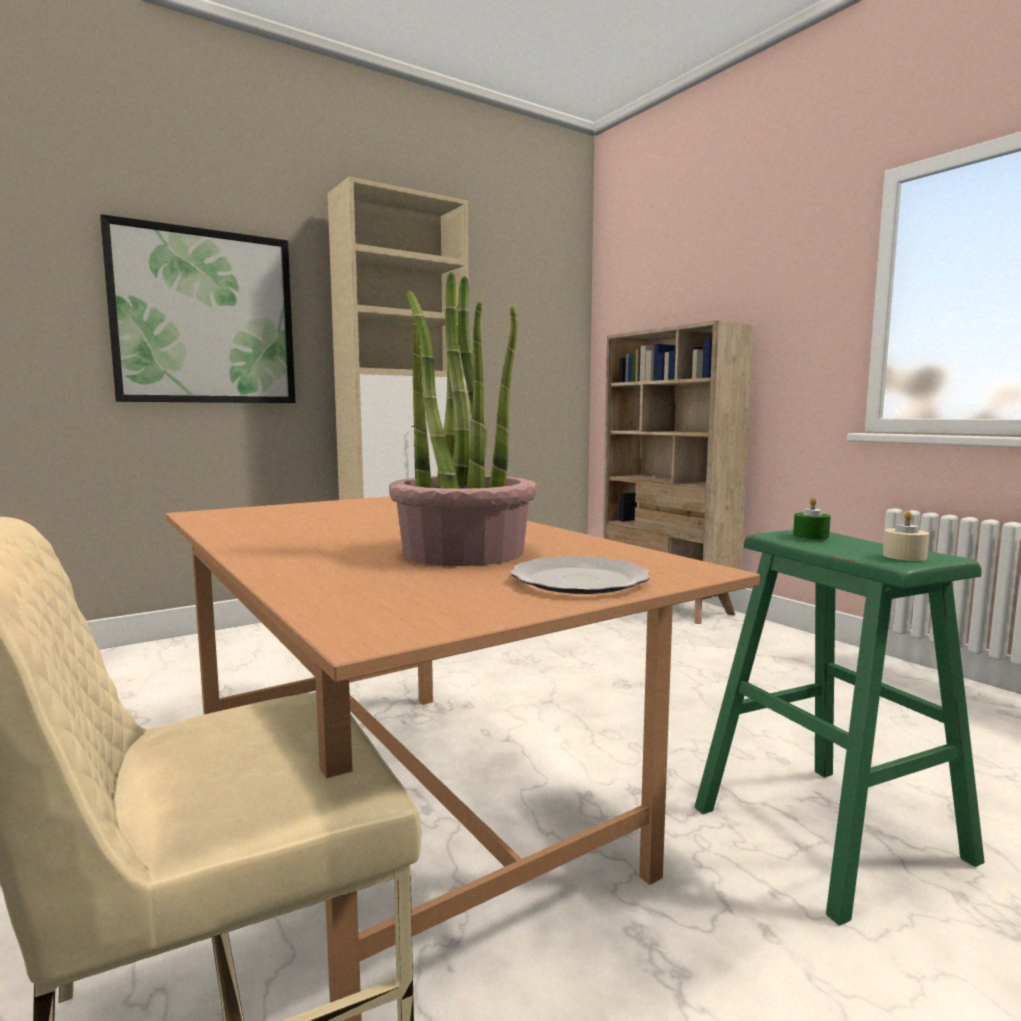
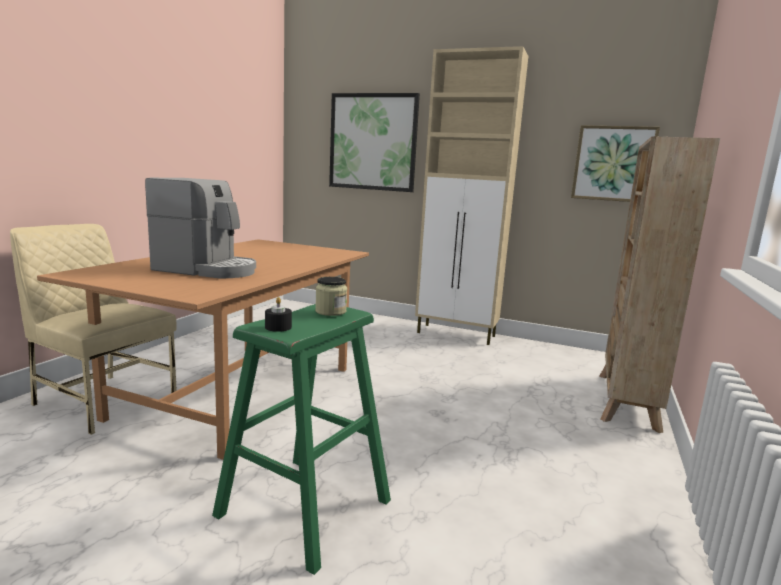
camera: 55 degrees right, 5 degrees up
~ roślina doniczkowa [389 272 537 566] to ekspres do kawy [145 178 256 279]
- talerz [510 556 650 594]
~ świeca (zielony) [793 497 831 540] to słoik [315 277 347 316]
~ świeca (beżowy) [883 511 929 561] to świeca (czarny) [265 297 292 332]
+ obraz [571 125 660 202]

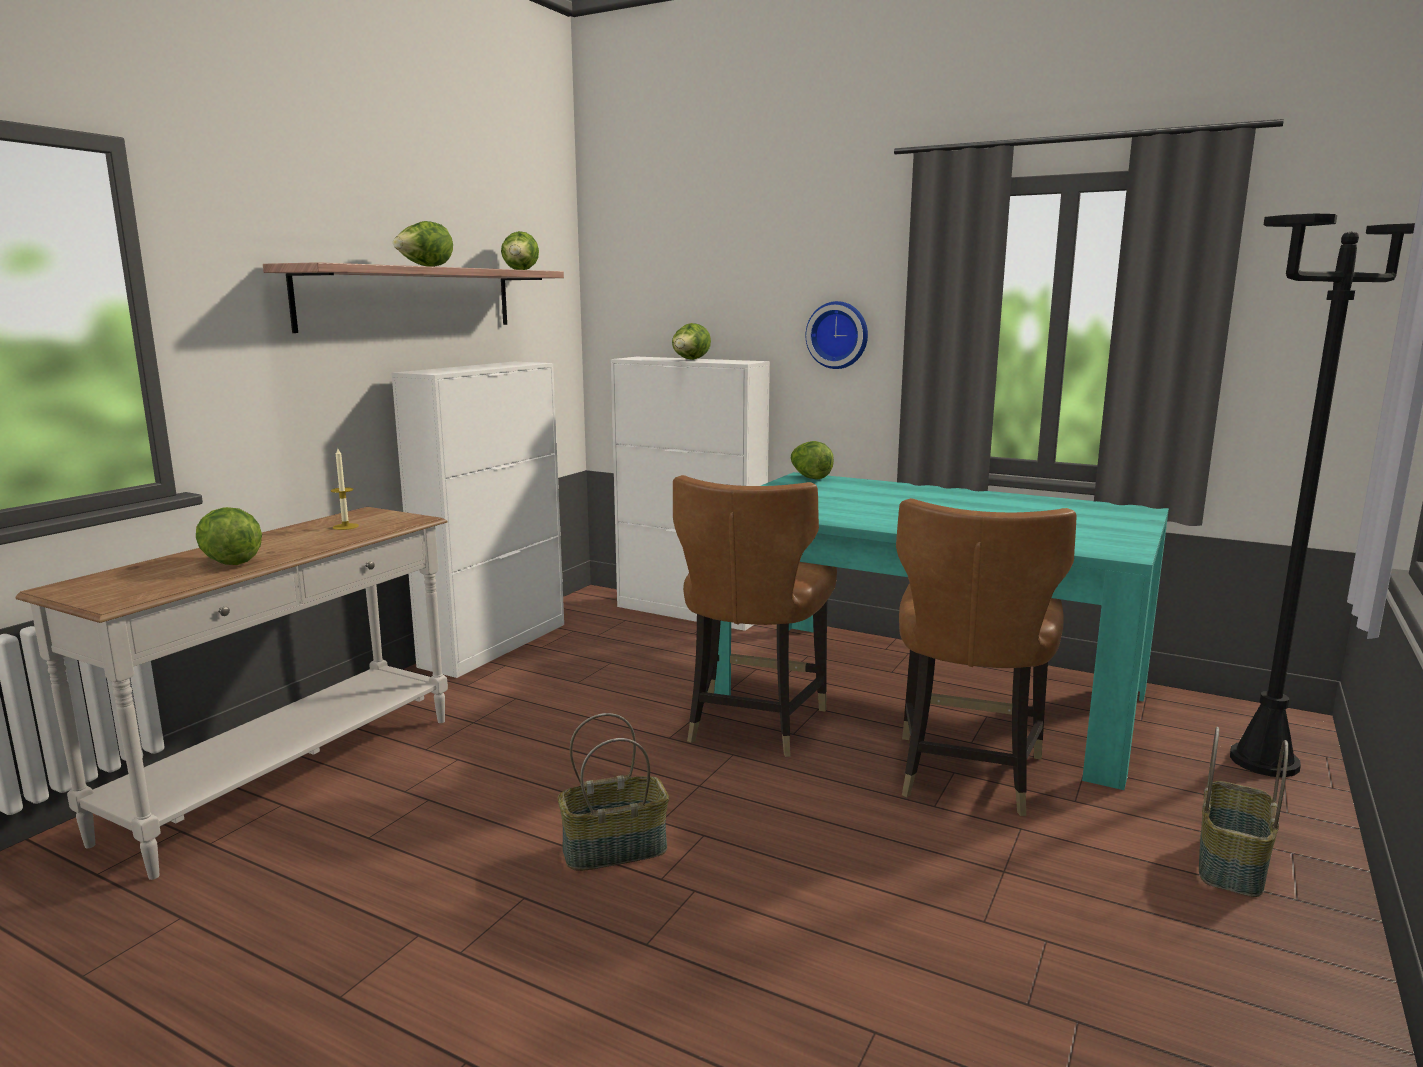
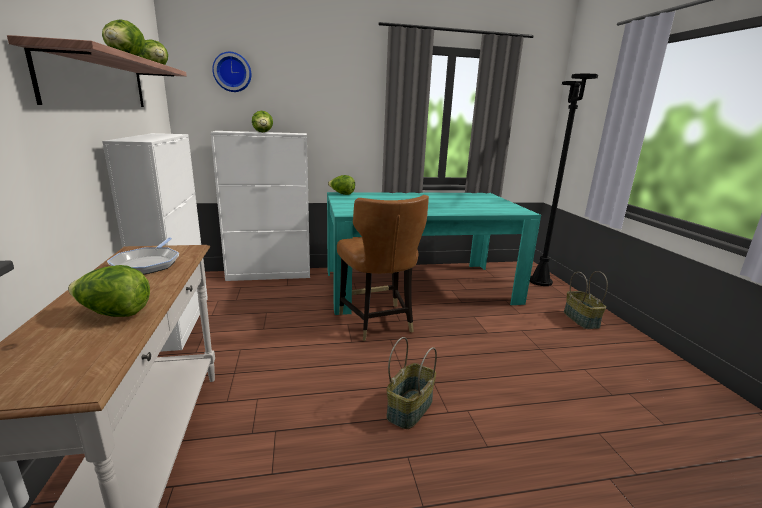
camera: 40 degrees left, 5 degrees up
~ świeca [331 449 359 530] to patelnia [107 237 179 274]
~ zegar ścienny [805 301 868 369] to [212 52 251 92]
- krzesło (brązowy) [896 498 1077 816]

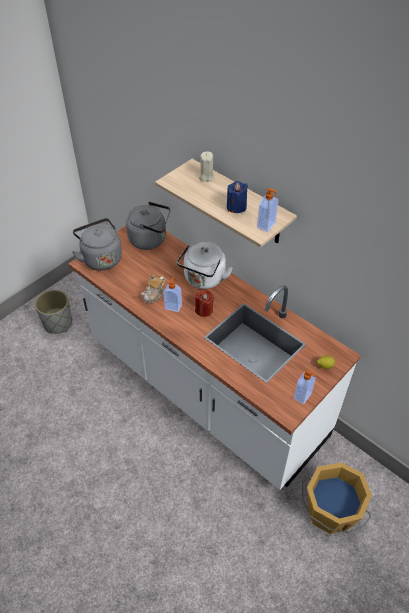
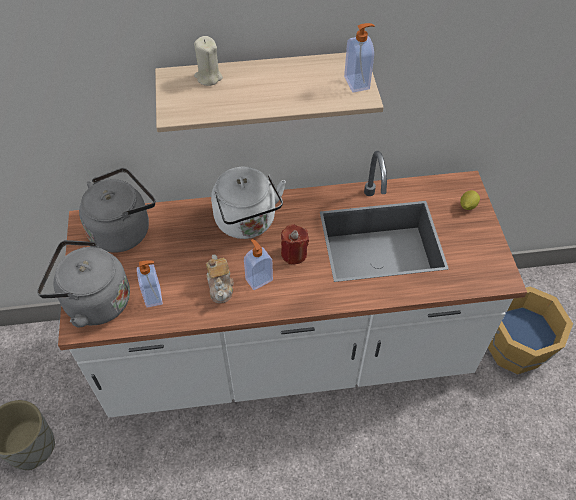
camera: 50 degrees left, 5 degrees up
- świeca (niebieski) [227 181 248 213]
~ dozownik mydła [294 370 316 405] to [137 260 163 308]

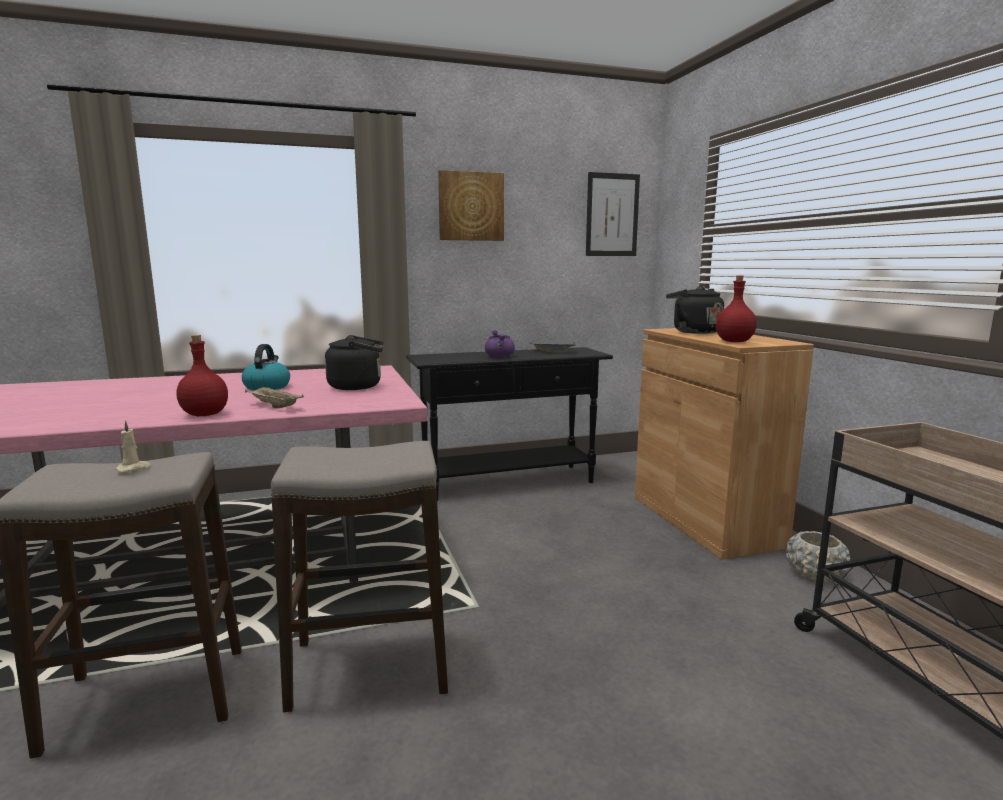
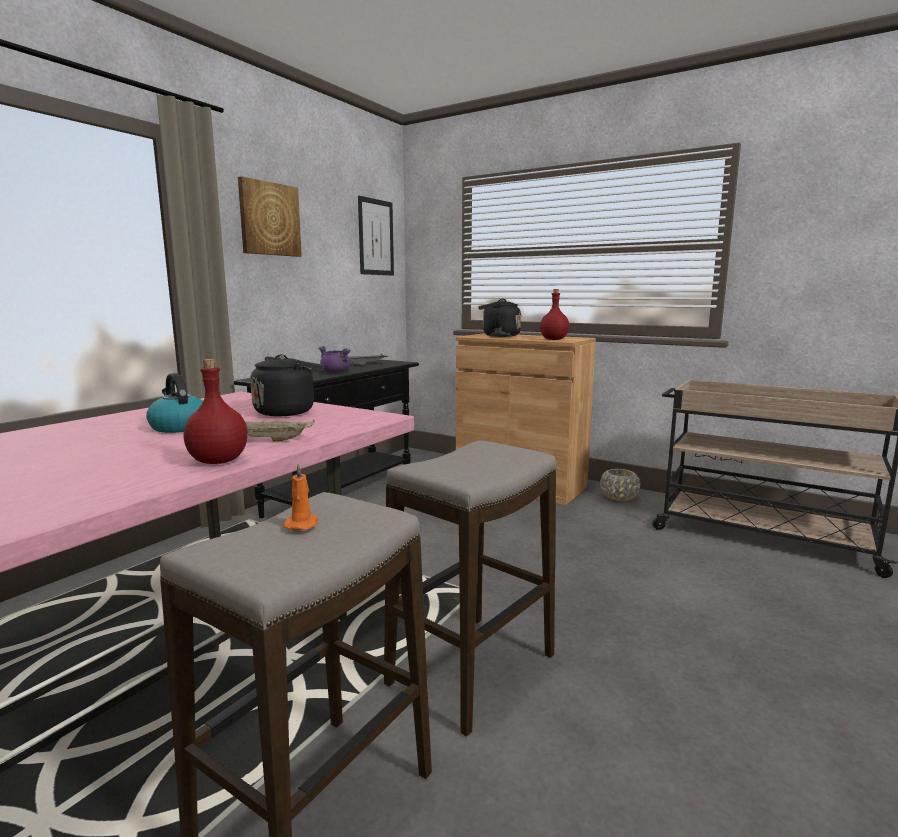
camera: 40 degrees left, 0 degrees up
~ świeca (beżowy) [115 420 151 472] to świeca (pomarańczowy) [283 463 319 530]

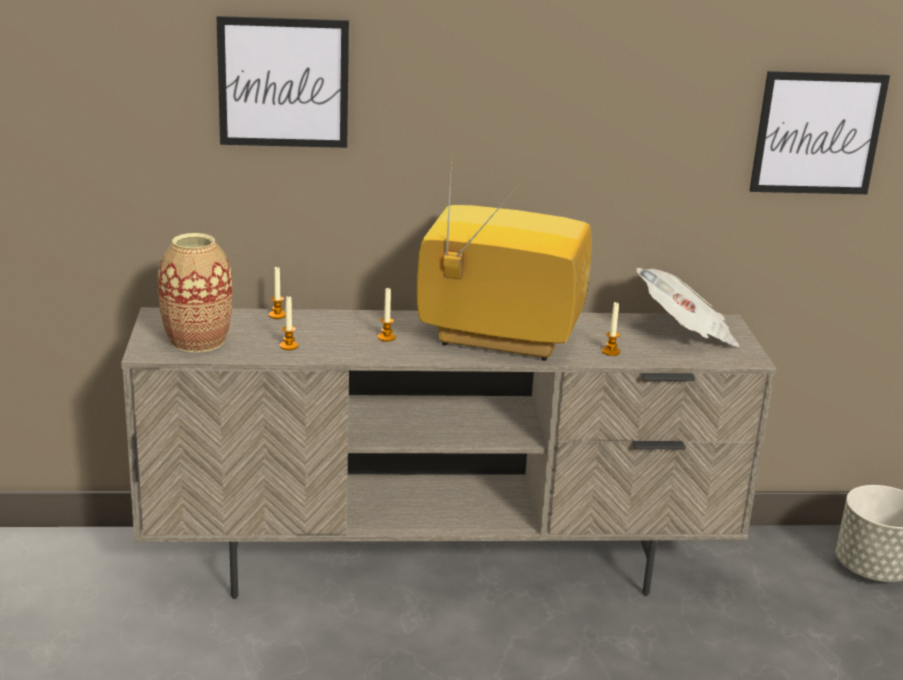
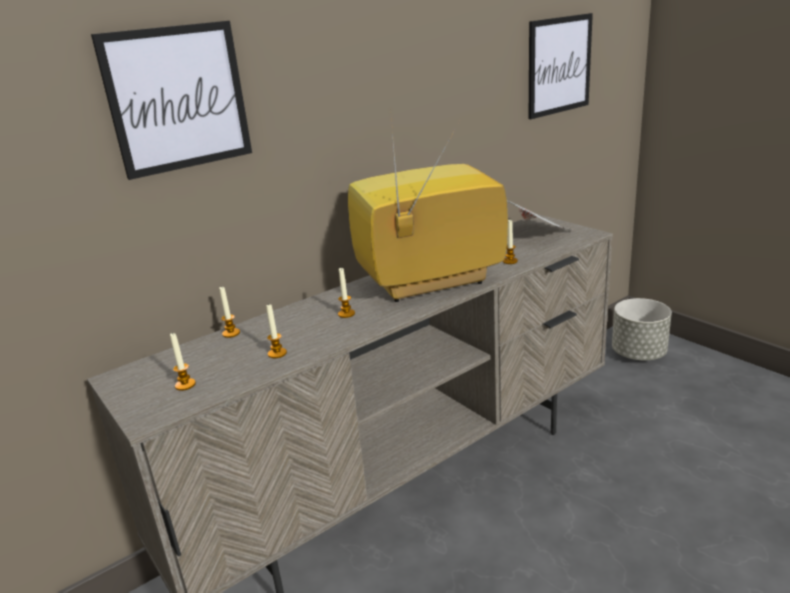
camera: 30 degrees left, 0 degrees up
~ wazon [157 233 232 353] to świeca [170 332 196 391]

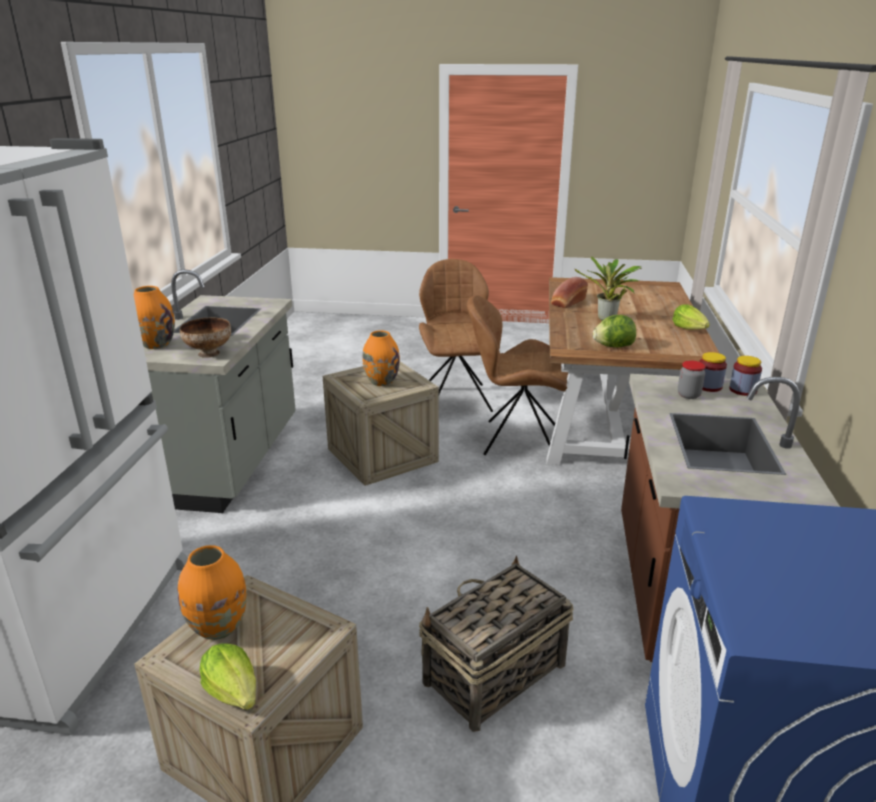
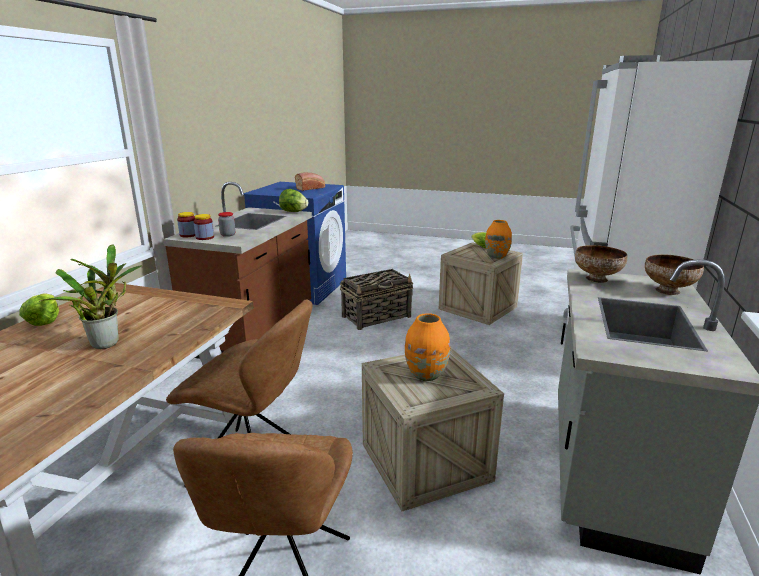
camera: 170 degrees left, 5 degrees down
~ wazon (pomarańczowy) [134 286 175 349] to miska [645 254 704 295]
~ chleb [551 277 588 308] to [295 172 325 191]
~ sałata [593 315 636 347] to [279 189 308 212]

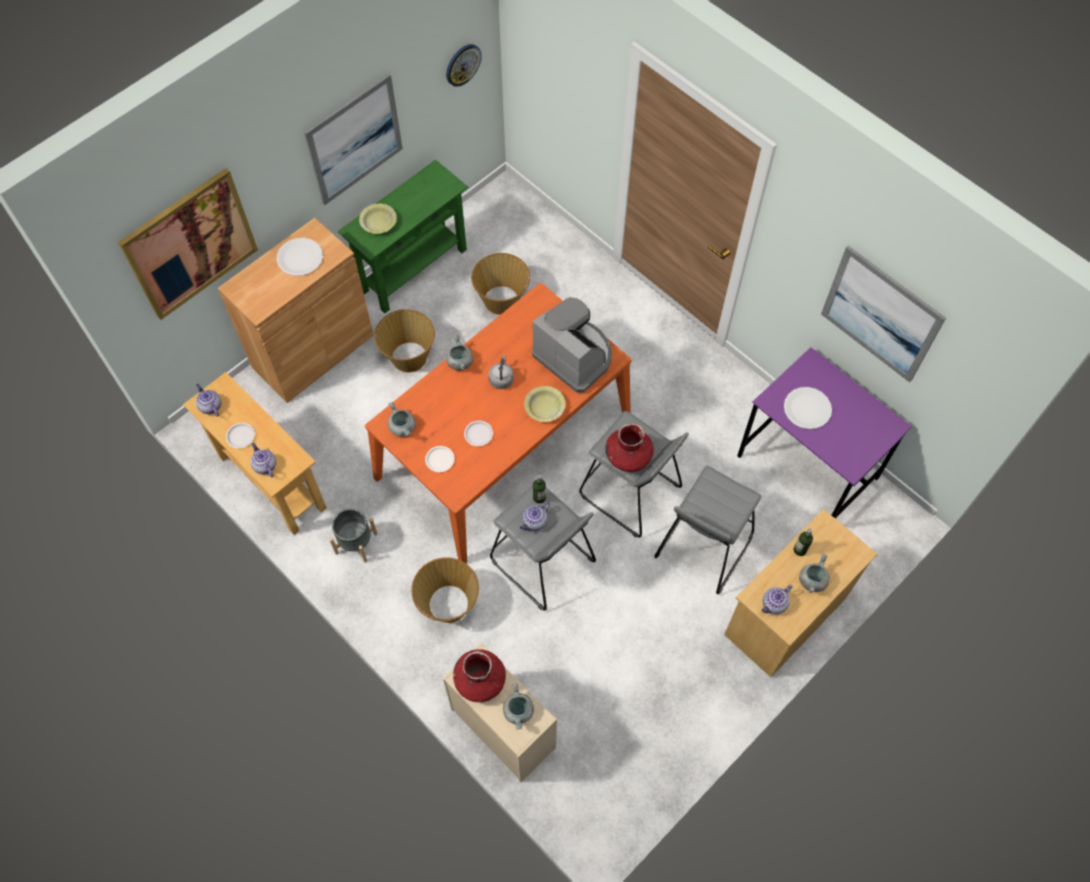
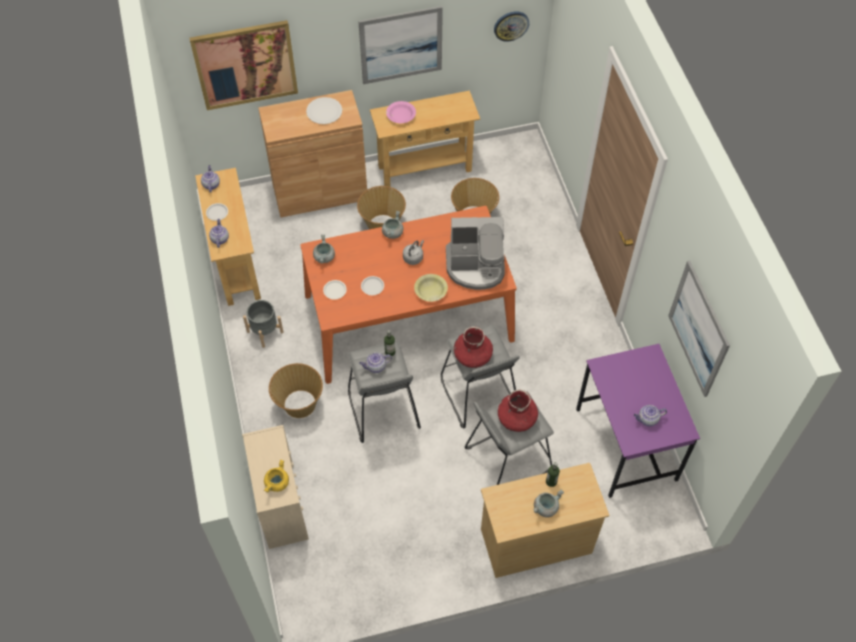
camera: 30 degrees right, 5 degrees down
~ stolik konsolowy (zielony) [338 159 468 313] to stolik konsolowy (beżowy) [370 91 480 188]
~ miska (żółty) [359 203 397 234] to miska (różowy) [386 101 416 123]
~ wazon (czerwony) [453 649 506 702] to [498 389 538 432]
~ garnek (szary) [503 683 534 729] to garnek (żółty) [264 460 289 492]
~ ekspres do kawy [532 297 612 392] = [446 217 505 290] 105 degrees clockwise
~ imbryk [762 585 792 614] to [634 405 667 427]
- talerz (biały) [784 387 832 429]

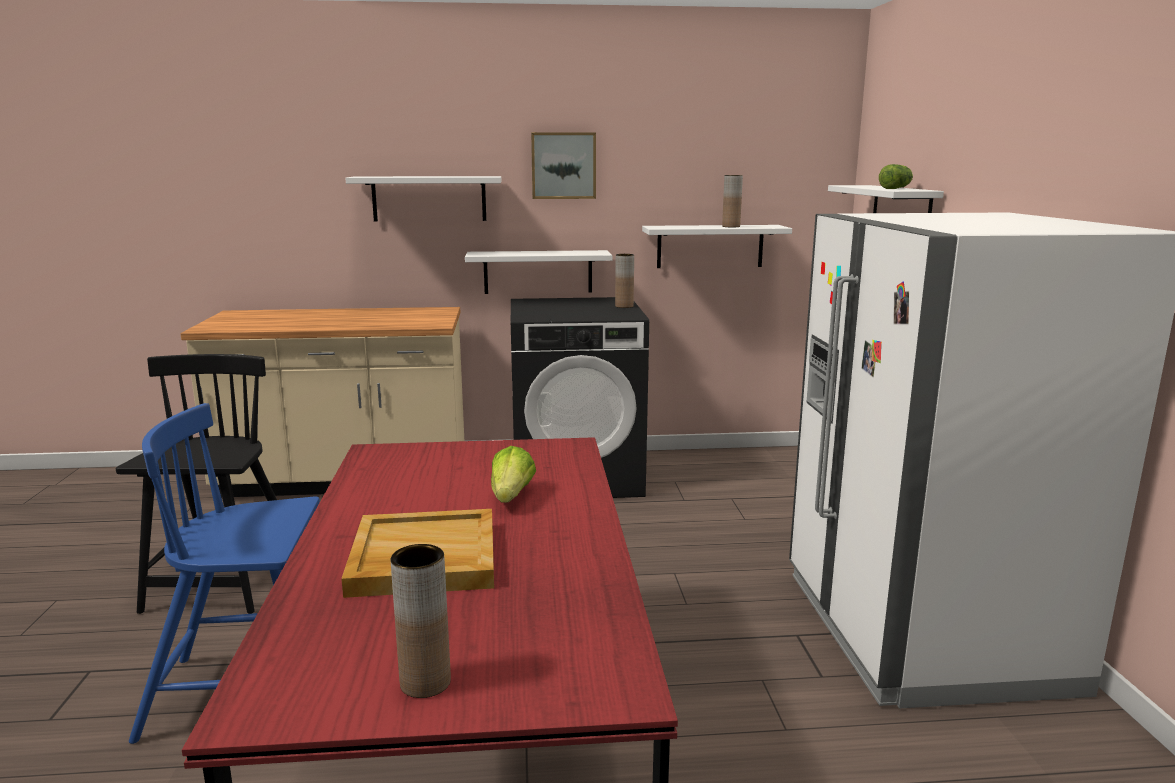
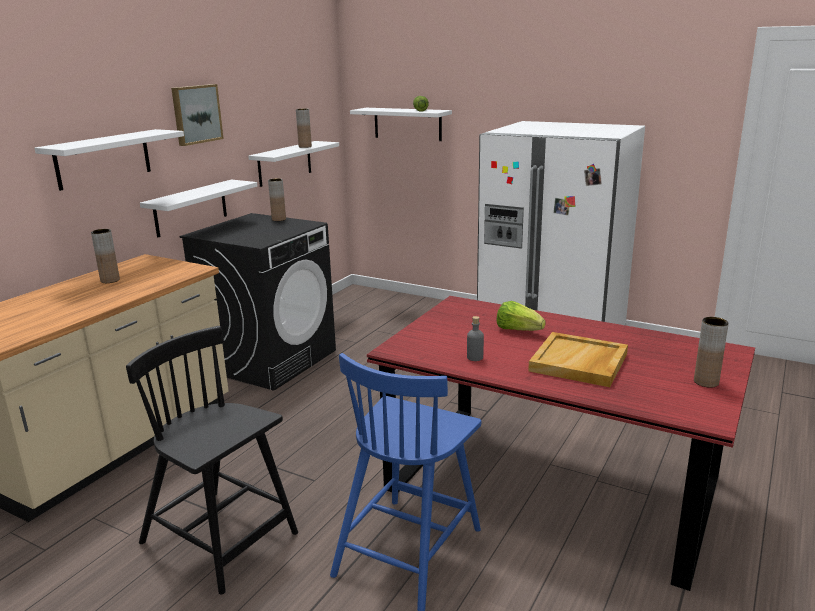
camera: 55 degrees left, 5 degrees up
+ wazon (brązowy) [91 229 120 283]
+ butelka (szary) [467 316 484 361]

